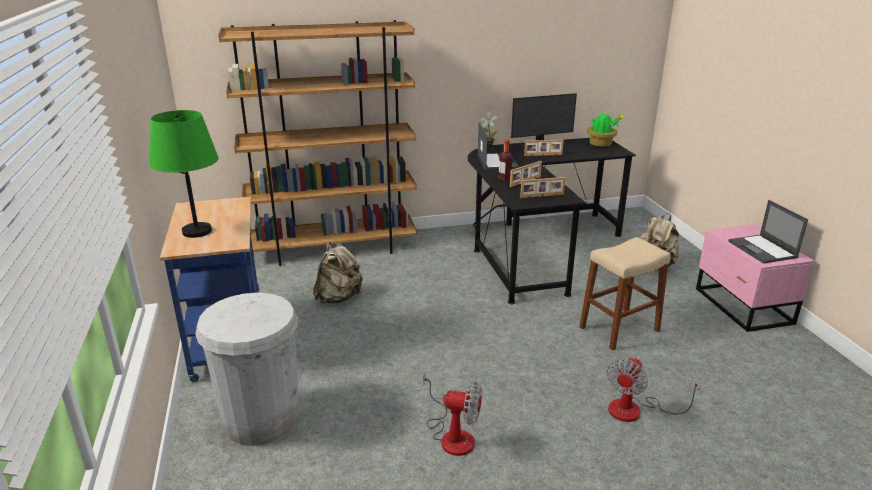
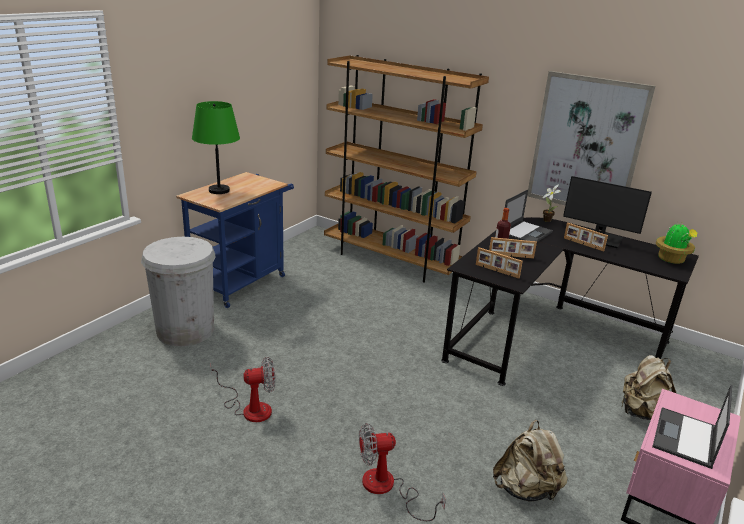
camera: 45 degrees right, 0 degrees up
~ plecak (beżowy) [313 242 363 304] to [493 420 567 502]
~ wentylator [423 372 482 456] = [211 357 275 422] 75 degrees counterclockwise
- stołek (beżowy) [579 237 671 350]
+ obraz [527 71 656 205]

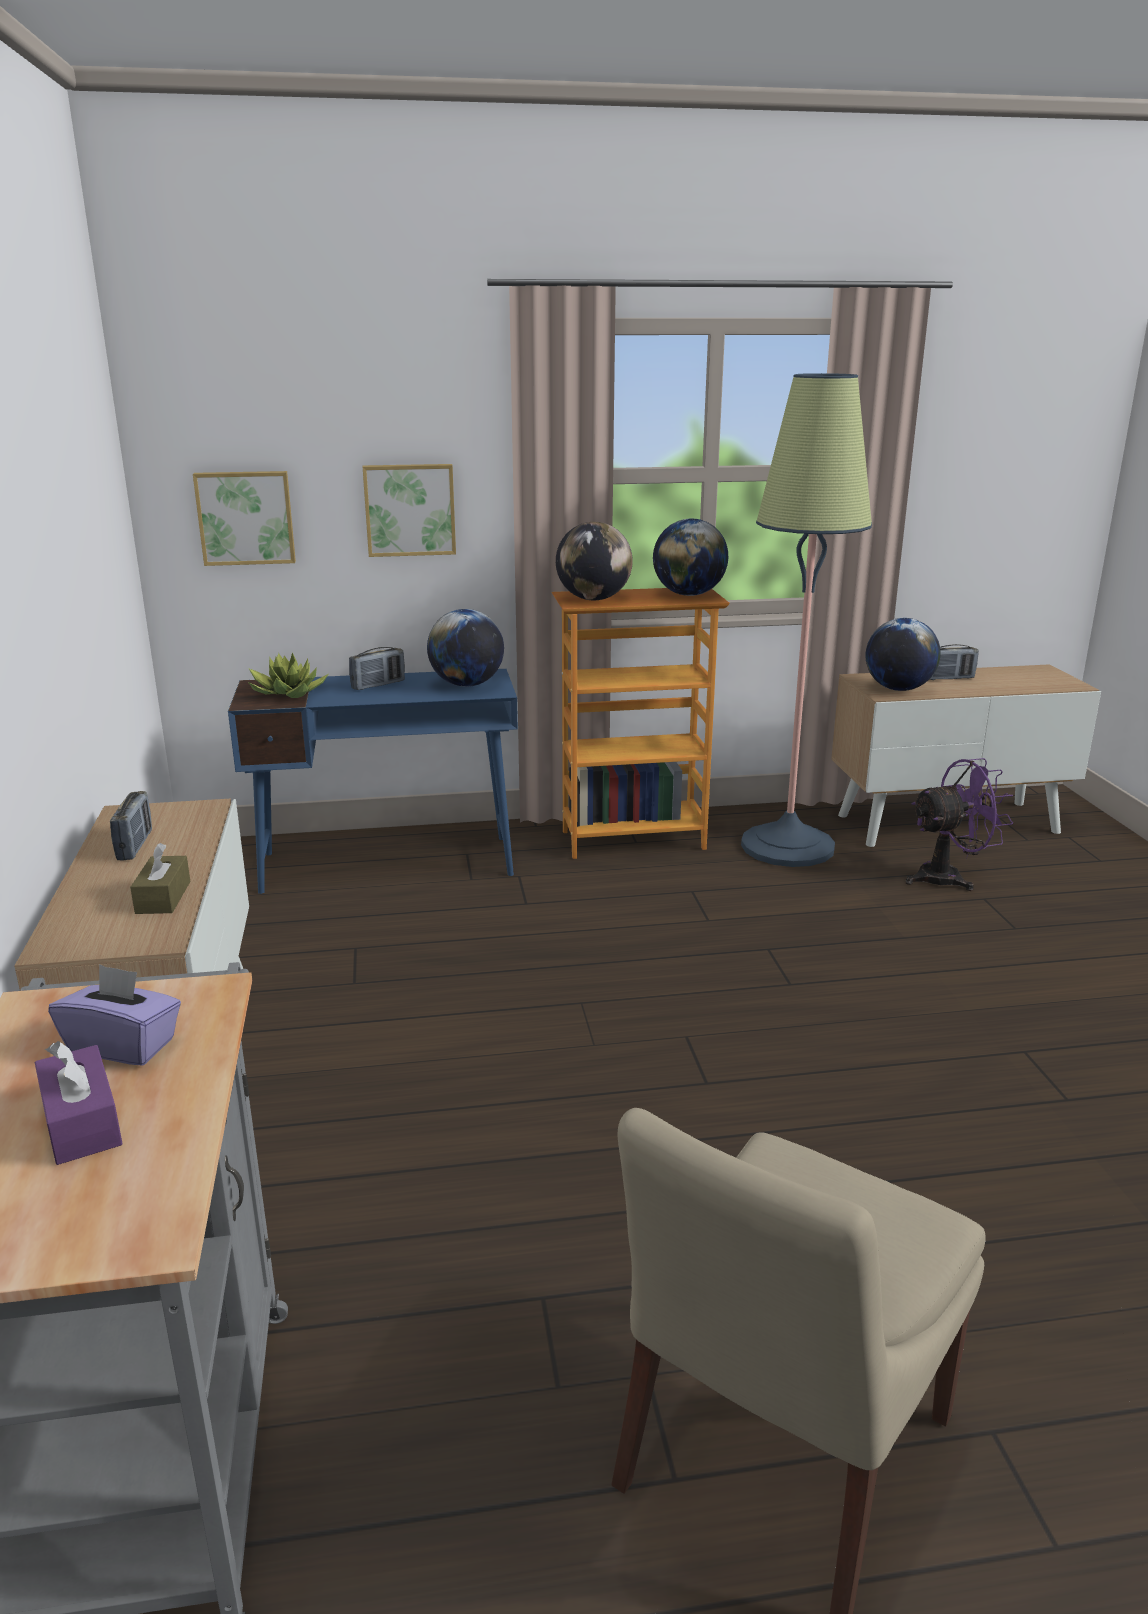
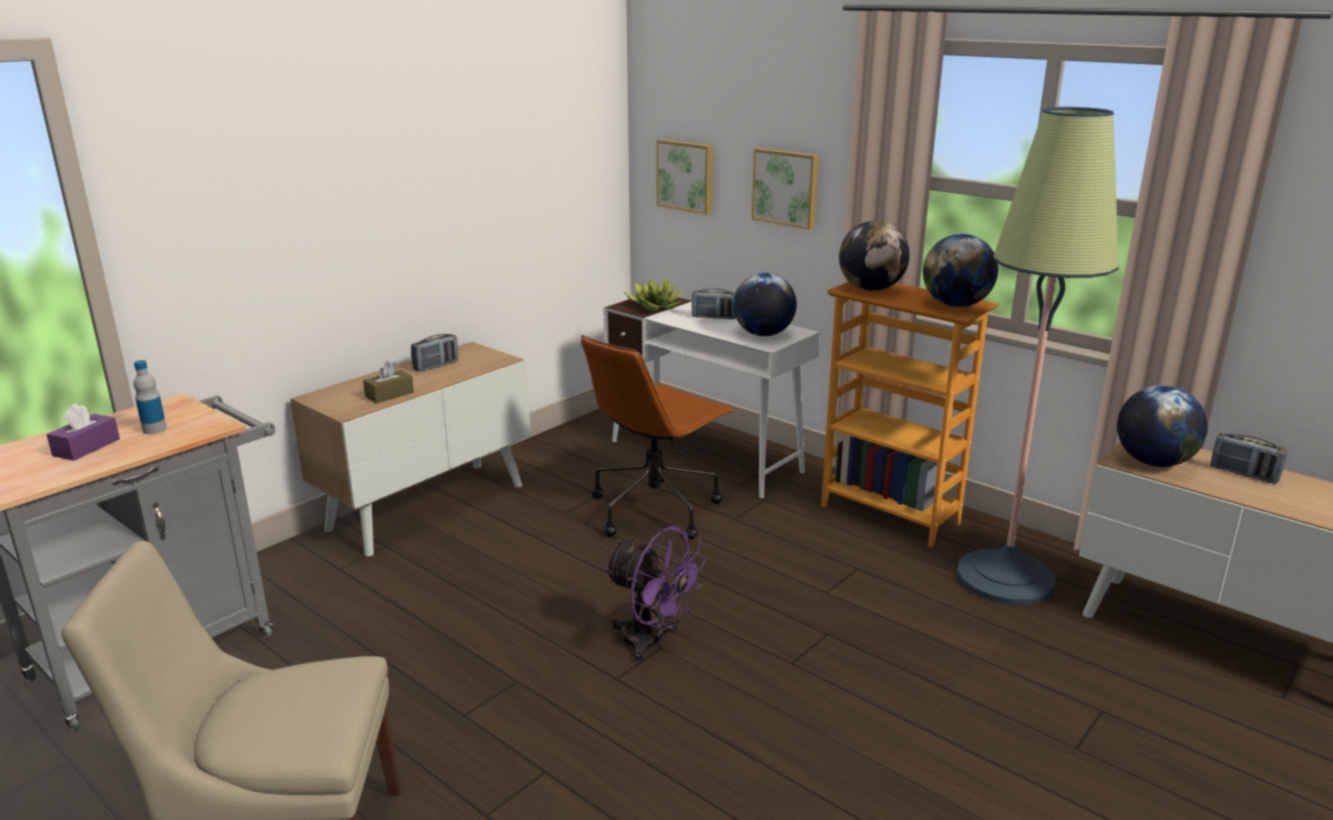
camera: 50 degrees right, 0 degrees up
~ pudełko chusteczek (fioletowy) [48 964 181 1065] to butelka [134 360 167 434]
~ biurko (niebieski) [228 669 518 894] to biurko (biały) [603 297 820 498]
~ wentylator (fioletowy) [906 758 1013 891] to [604 526 706 663]
+ krzesło biurowe (brązowy) [581 335 736 539]

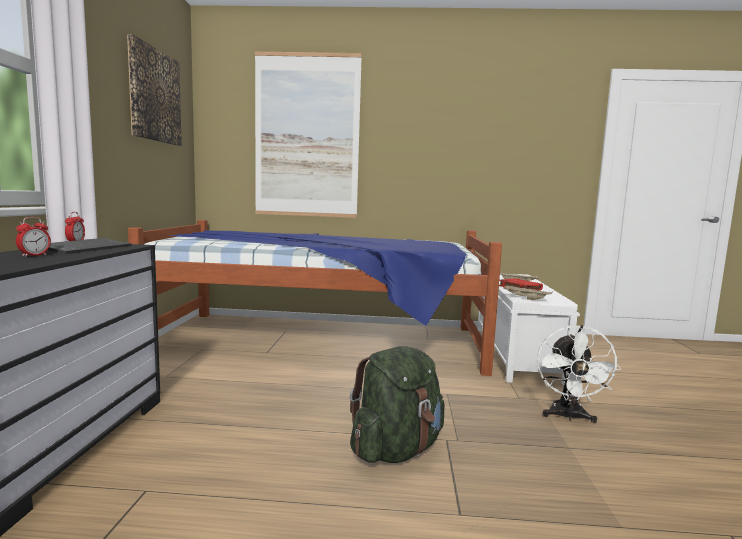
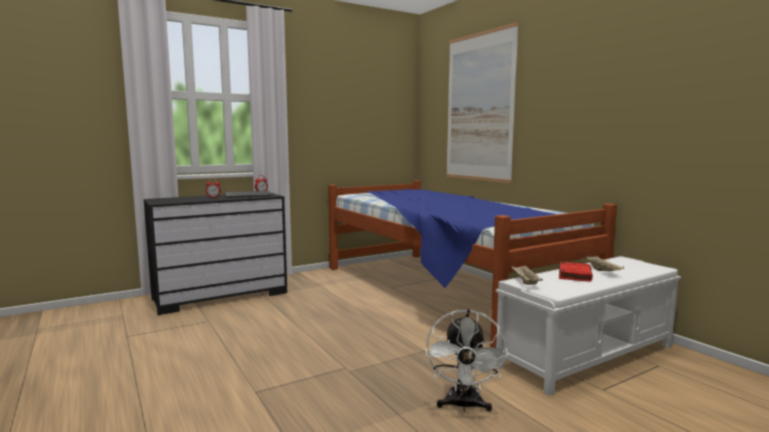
camera: 55 degrees right, 0 degrees up
- obraz [127 34 182 146]
- plecak (zielony) [350 346 445 463]
~ wentylator (biały) [537 325 621 423] = [426 309 508 411] 60 degrees counterclockwise

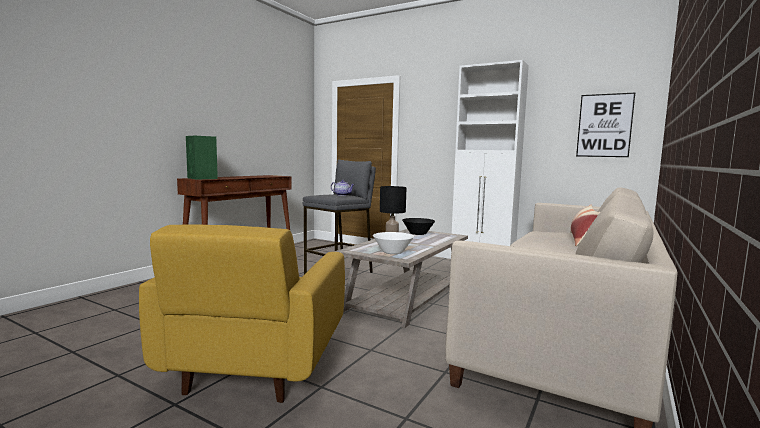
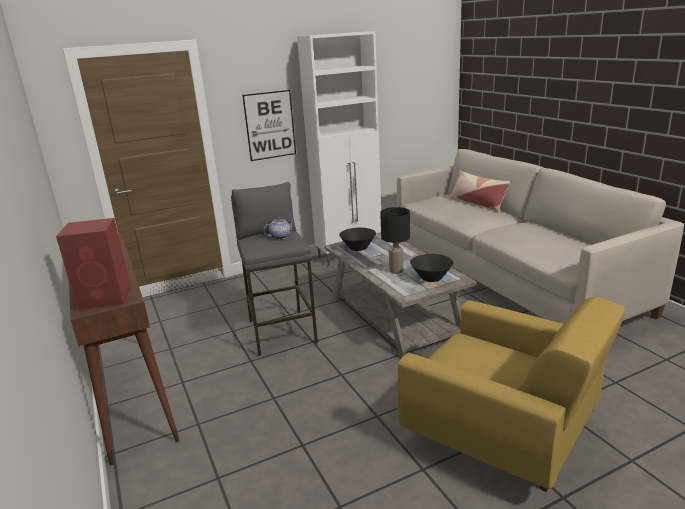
camera: 55 degrees left, 15 degrees up
~ głośnik (zielony) [186 136 218 180] to głośnik (czerwony) [56 218 131 311]
~ miska (biały) [373 232 414 254] to miska (czarny) [410 254 454 282]
~ obraz [576 93 635 157] to [242 90 296 161]

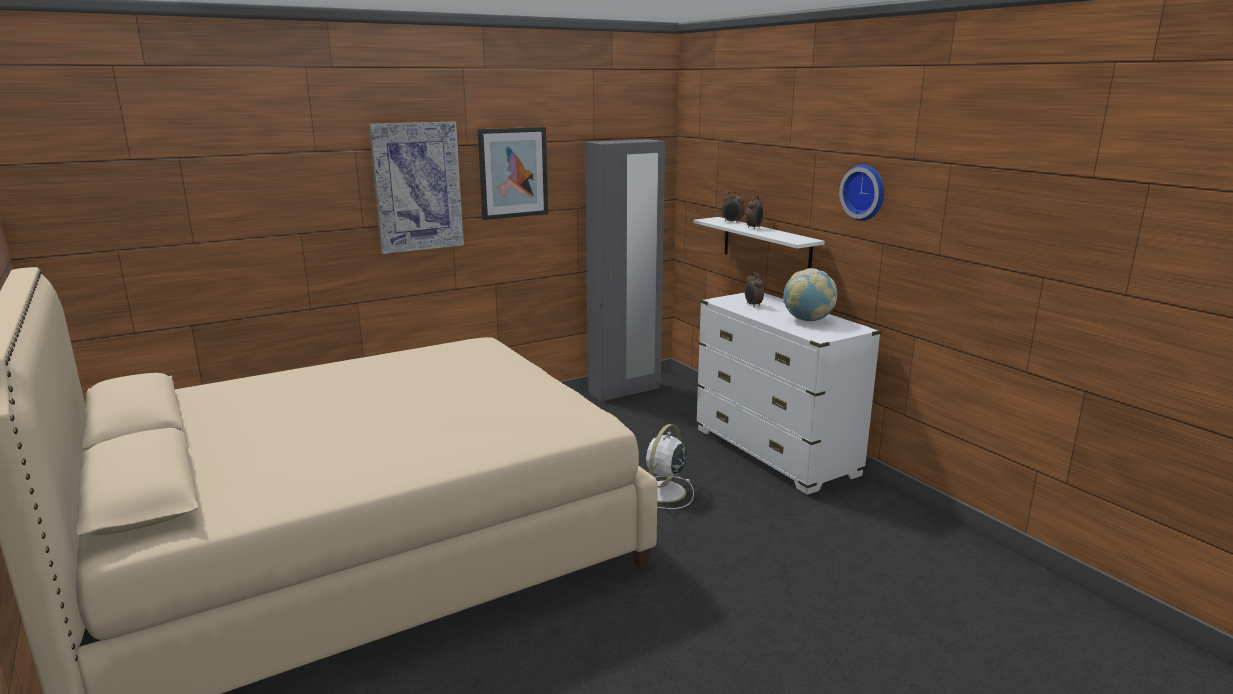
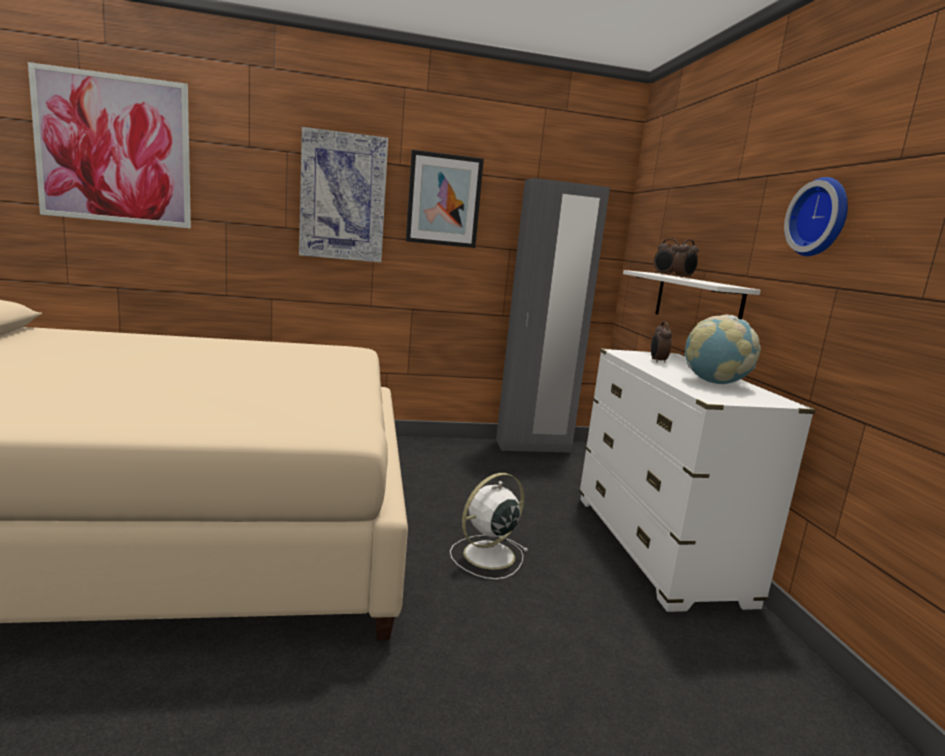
camera: 20 degrees right, 5 degrees down
+ obraz [28 62 191 228]

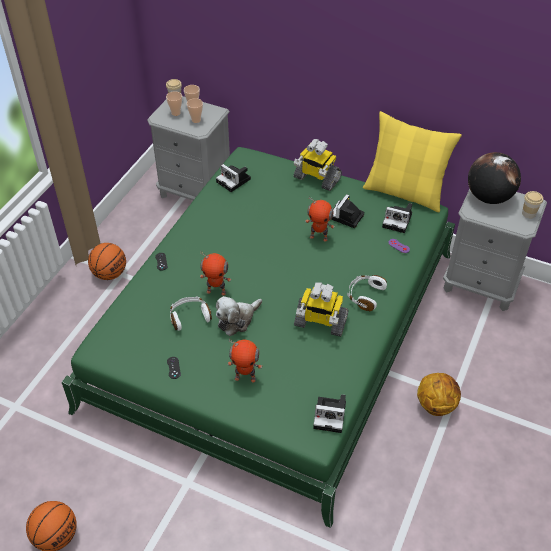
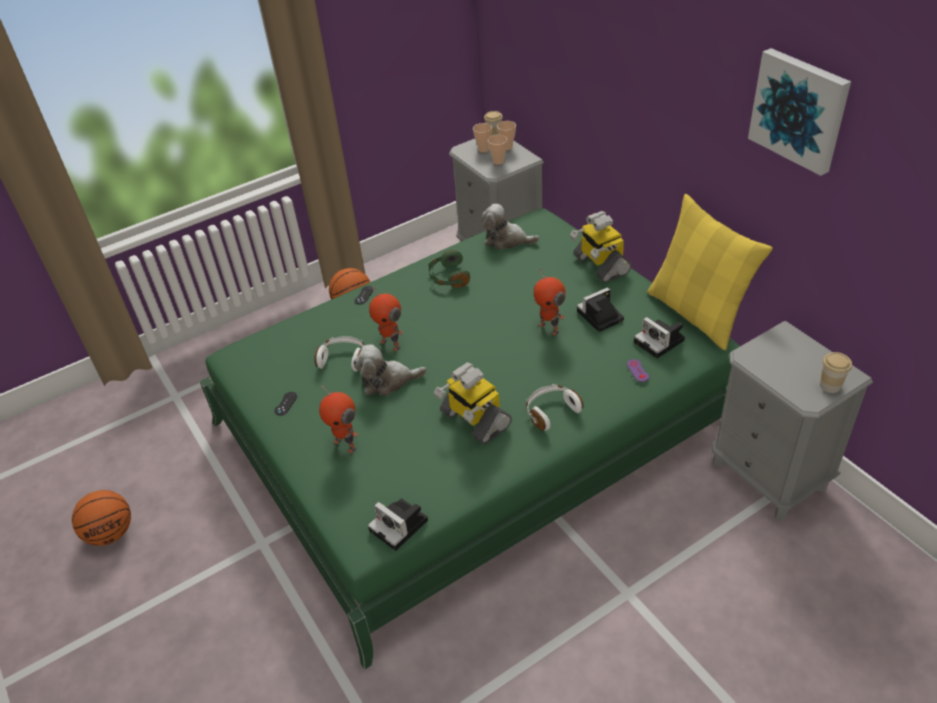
camera: 35 degrees right, 5 degrees down
~ aparat fotograficzny [216 164 251 192] to pluszak [481 204 540 250]
- piłka do koszykówki [417 373 461 416]
- globus [468 152 521 204]
+ słuchawki (zielony) [428 250 470 288]
+ obraz [748 48 851 176]

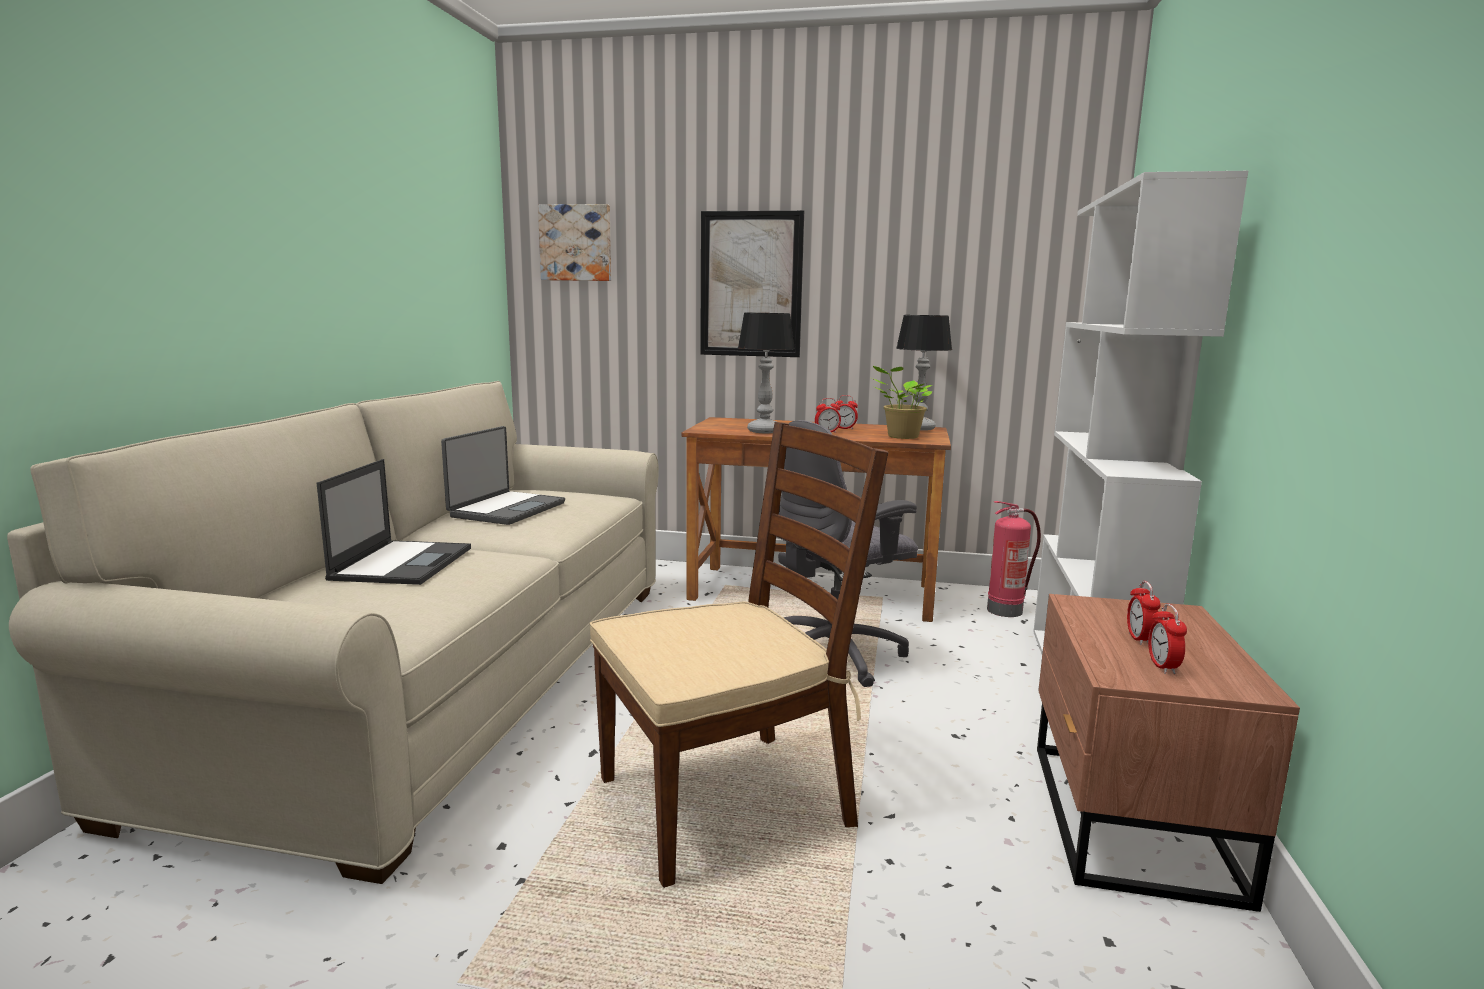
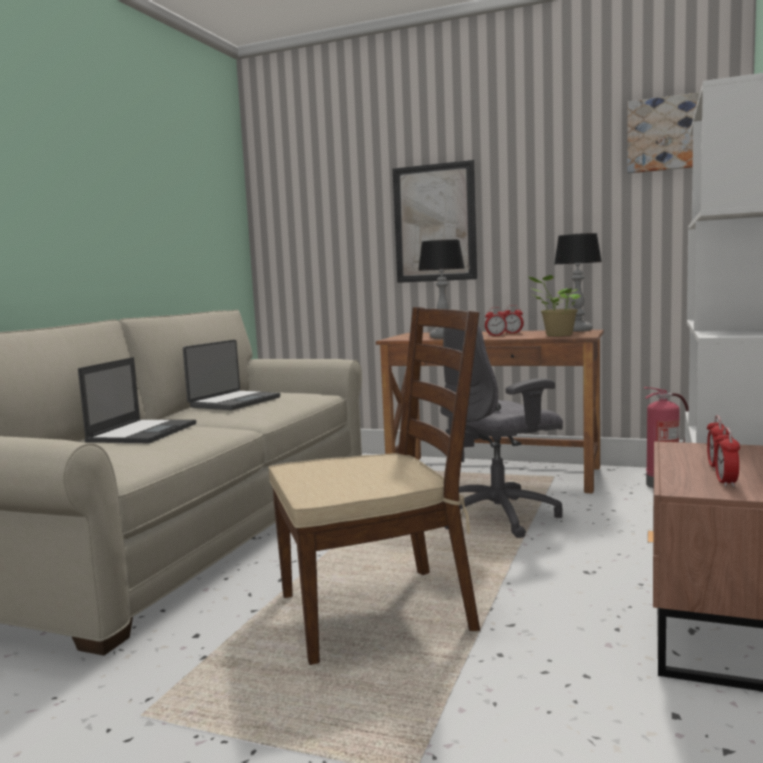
camera: 10 degrees right, 5 degrees down
~ obraz [538 204 611 281] to [627 92 700 174]

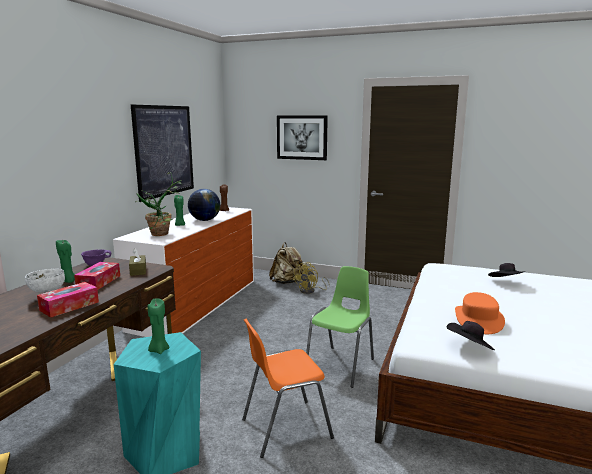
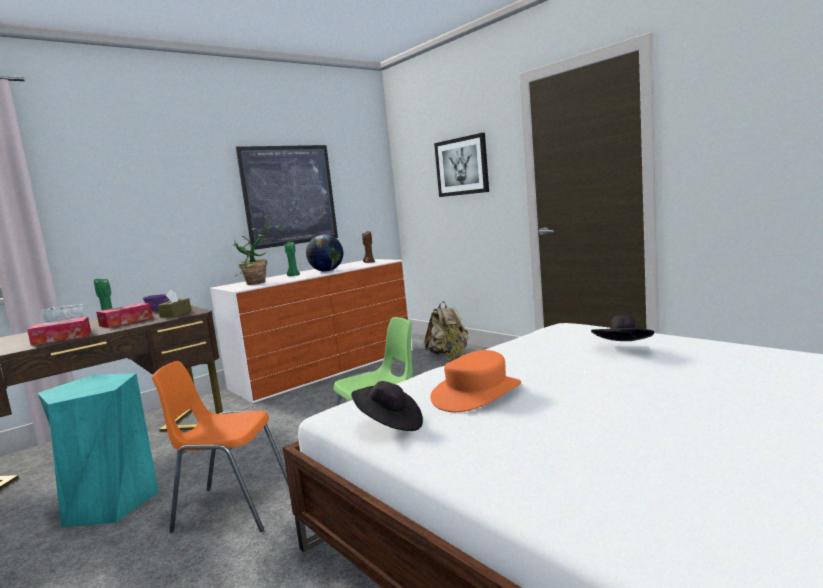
camera: 30 degrees right, 5 degrees down
- świeca (zielony) [148 298 170 354]

